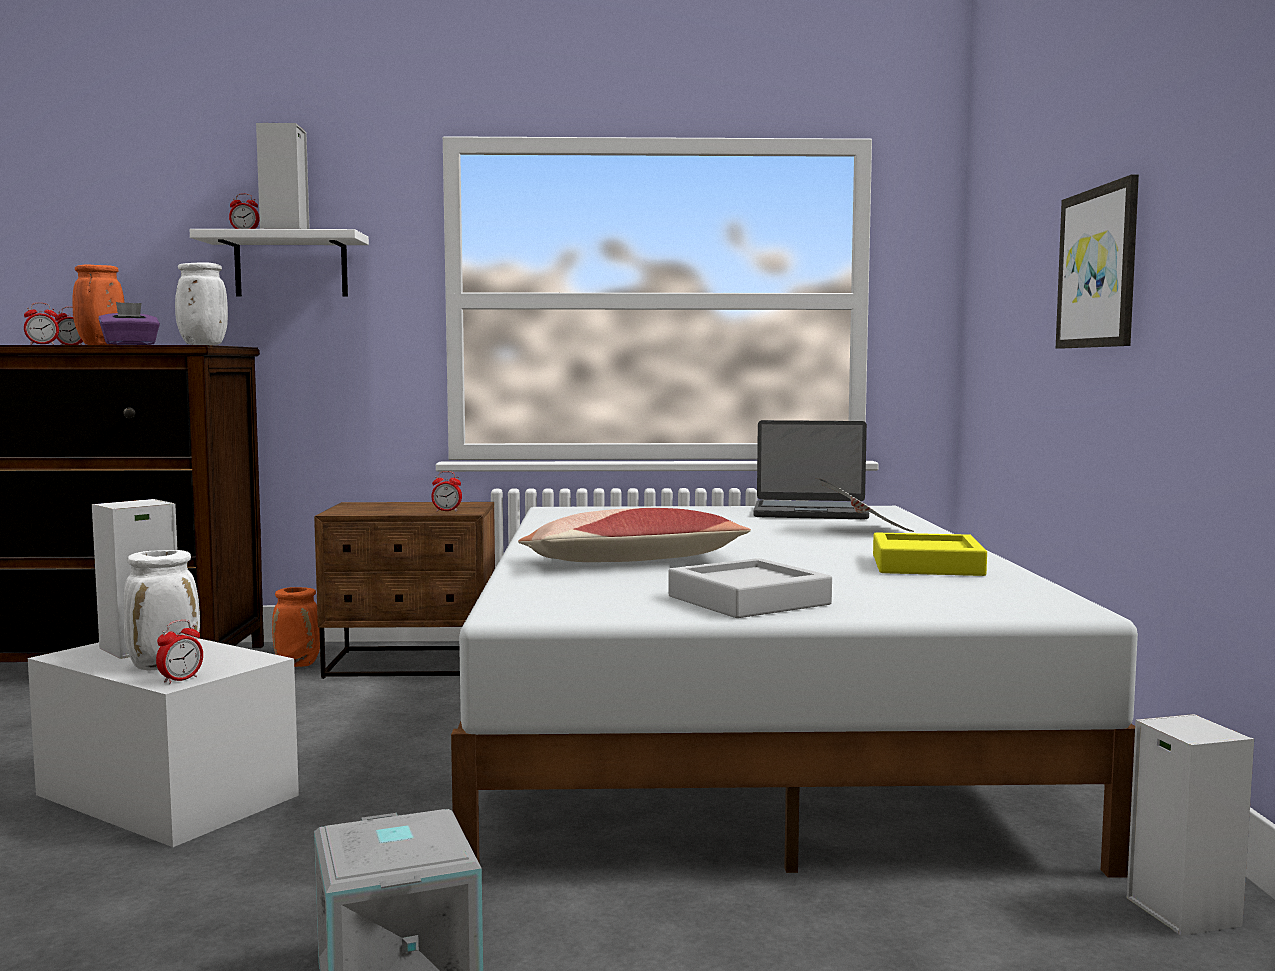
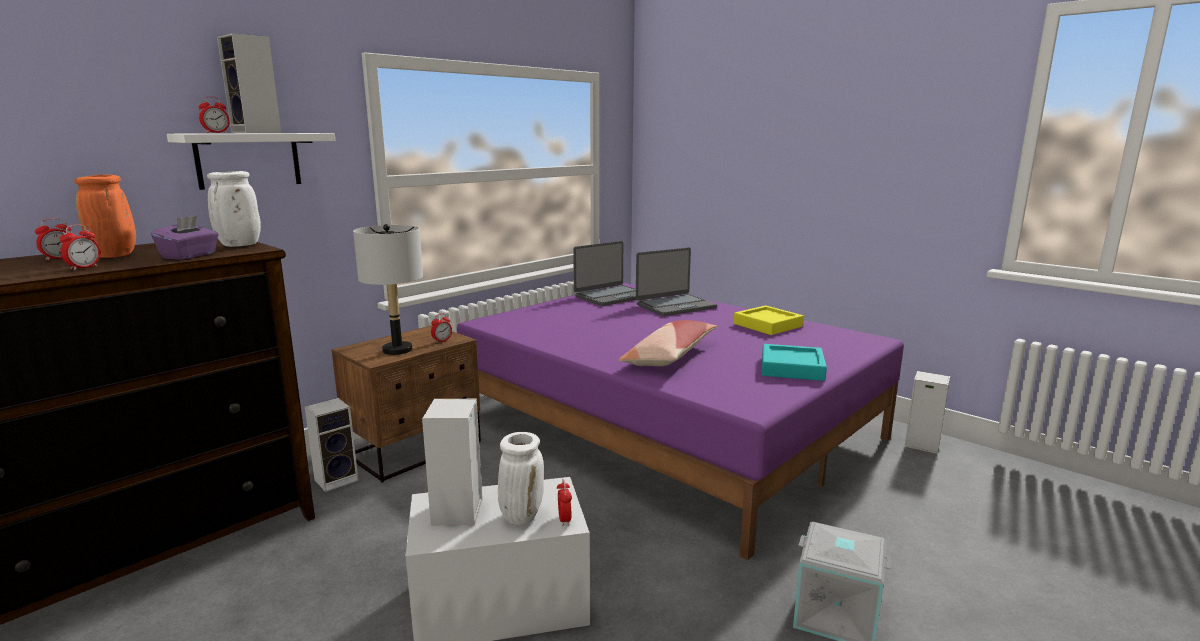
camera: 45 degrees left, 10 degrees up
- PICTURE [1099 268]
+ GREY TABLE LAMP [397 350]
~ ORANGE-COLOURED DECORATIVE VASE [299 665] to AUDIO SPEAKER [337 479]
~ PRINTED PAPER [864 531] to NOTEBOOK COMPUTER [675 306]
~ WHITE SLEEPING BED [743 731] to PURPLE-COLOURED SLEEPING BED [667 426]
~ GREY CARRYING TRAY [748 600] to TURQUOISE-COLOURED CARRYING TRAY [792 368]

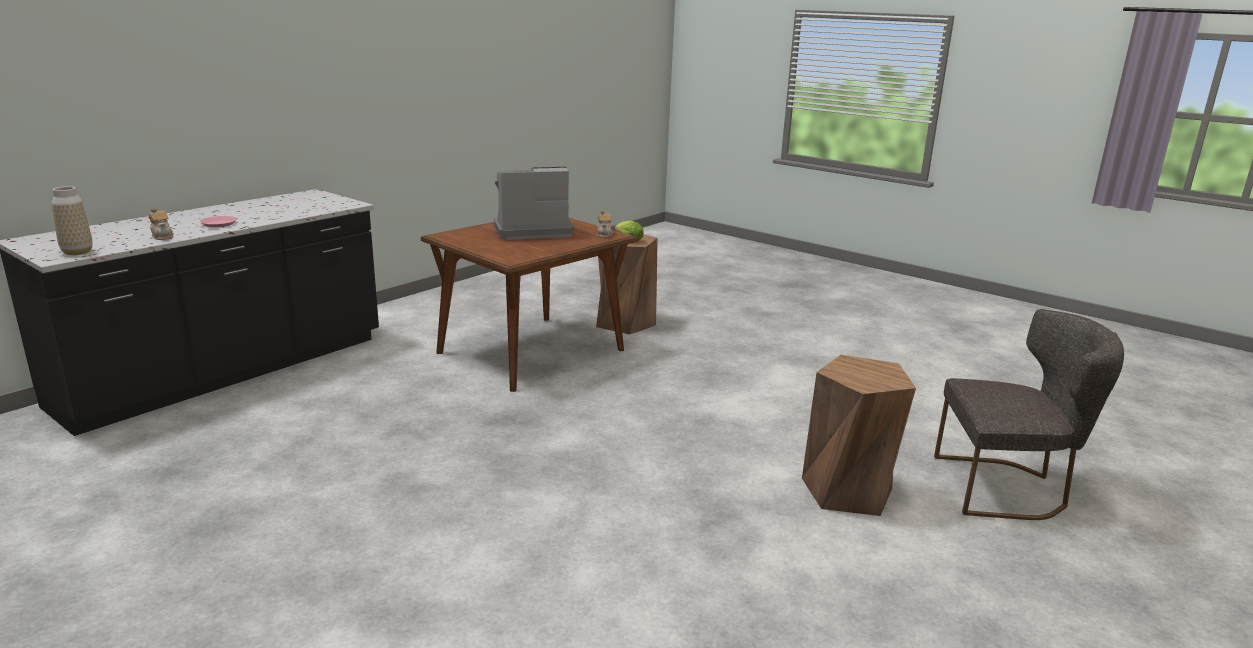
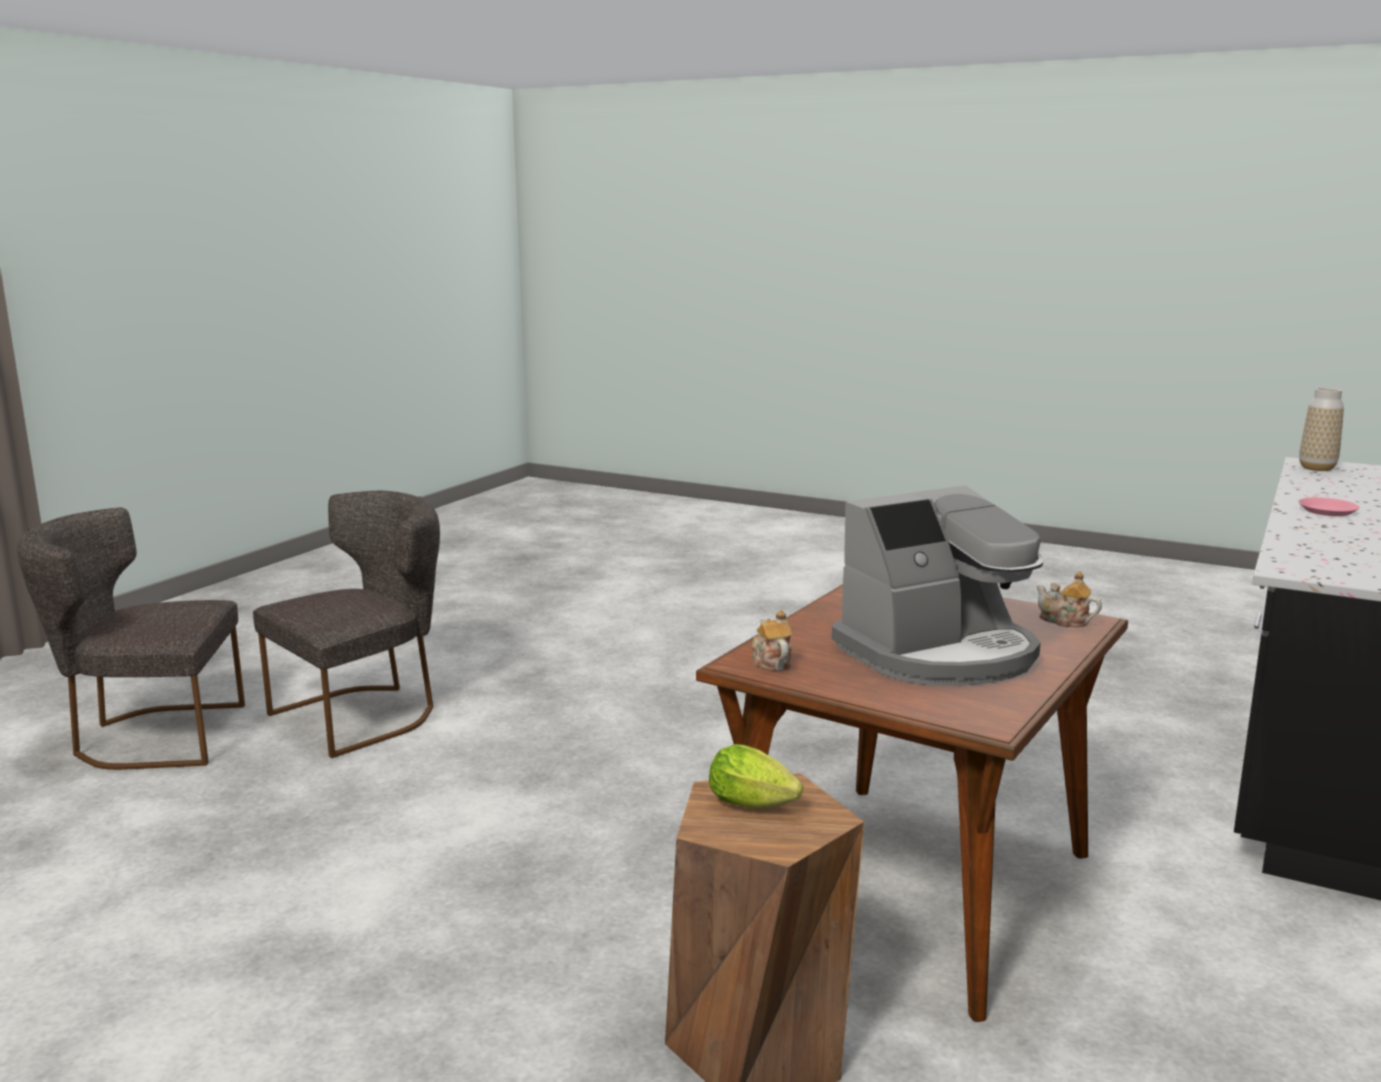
camera: 170 degrees right, 5 degrees down
~ TEAPOT [162 236] to [1064 621]
~ BROWN-COLOURED STOOL [848 491] to GREY PLAIN CHAIR [365 714]

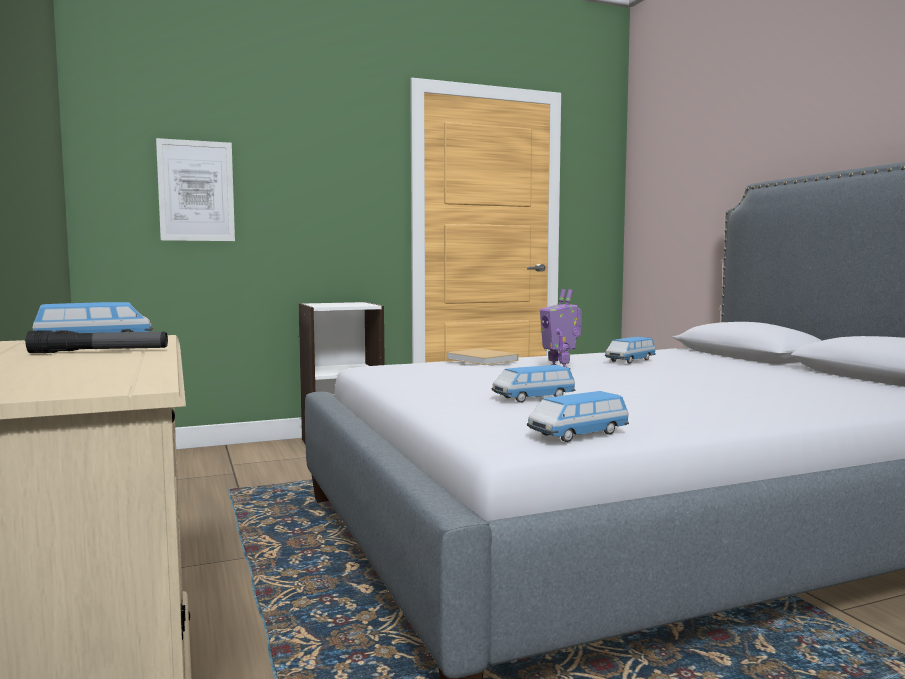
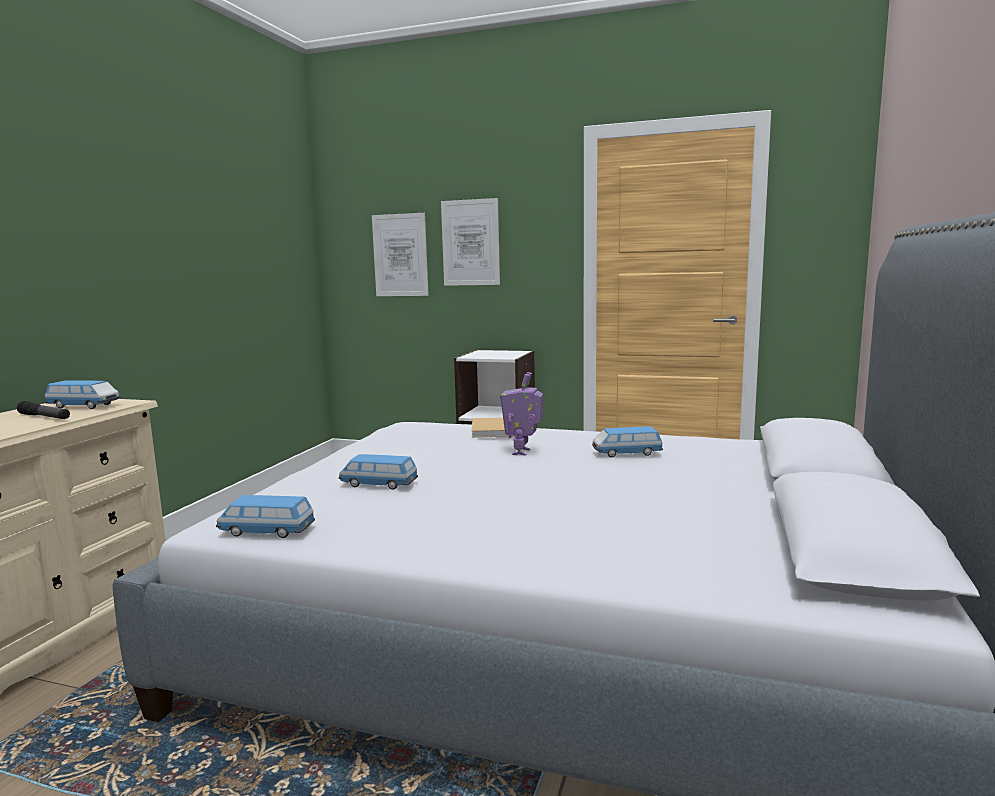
camera: 40 degrees right, 5 degrees up
+ PICTURE [470 242]

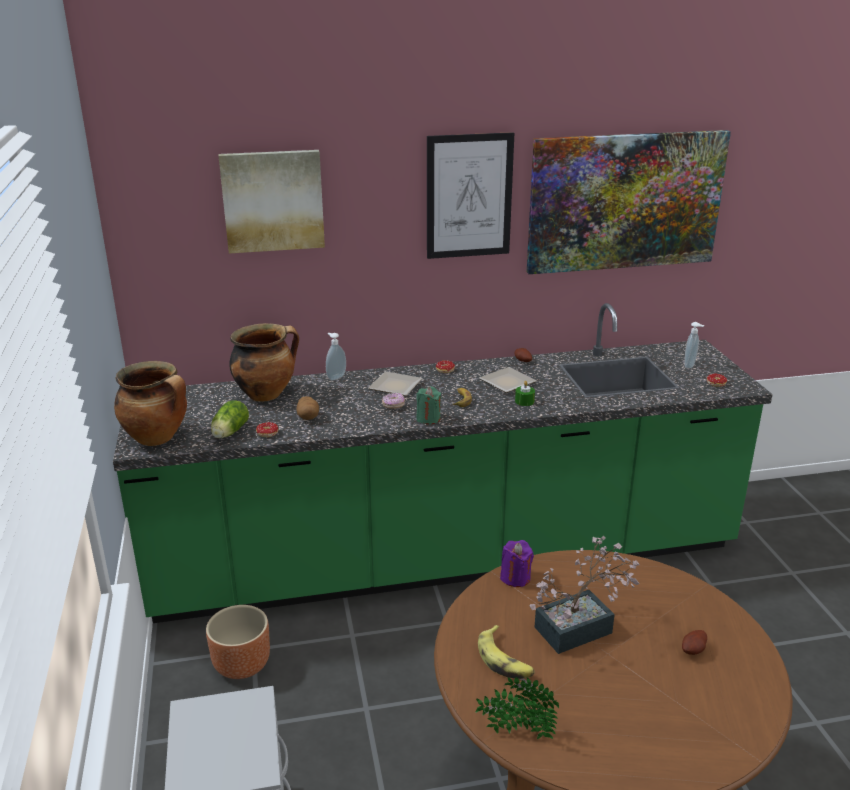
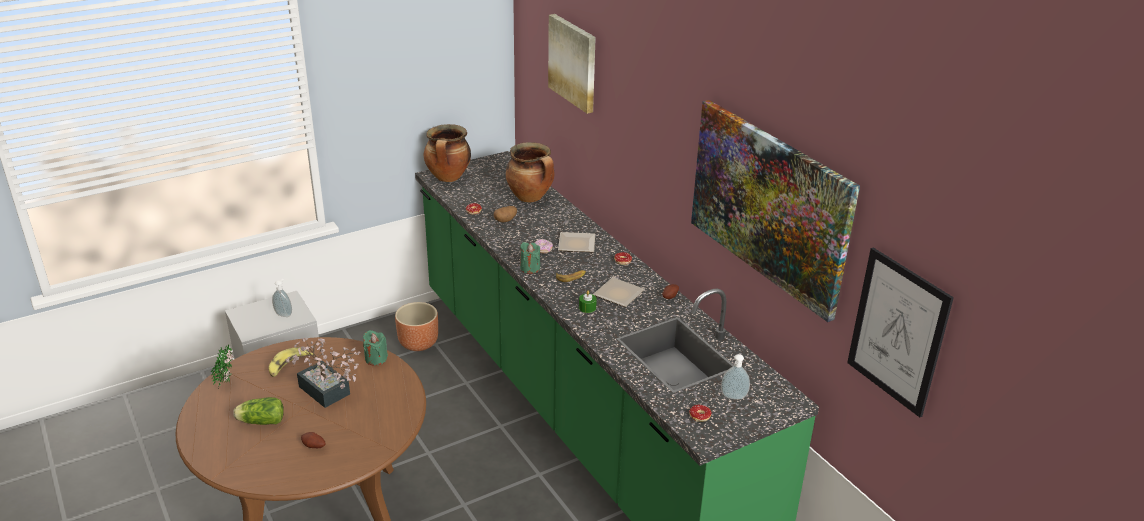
camera: 70 degrees right, 5 degrees up
~ LETTUCE HEAD [229 433] to [260 421]
~ SOAP DISPENSER [335 377] to [284 314]
~ PICTURE [469 196] to [897 332]
~ PURPLE-COLOURED CANDLE [515 578] to GREEN CANDLE [376 359]

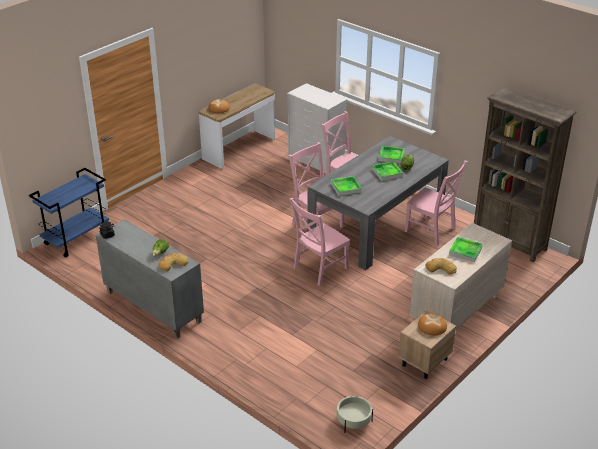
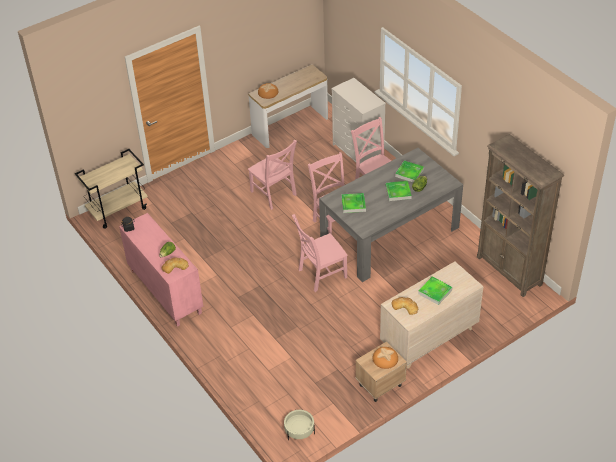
camera: 15 degrees right, 10 degrees up
~ PINKISH PLAIN CHAIR [431 231] to [274 194]
~ BLUISH CART [77 239] to SAND-COLOURED CART [118 210]
~ GREY CUPBOARD [152 307] to PINKISH CUPBOARD [165 291]

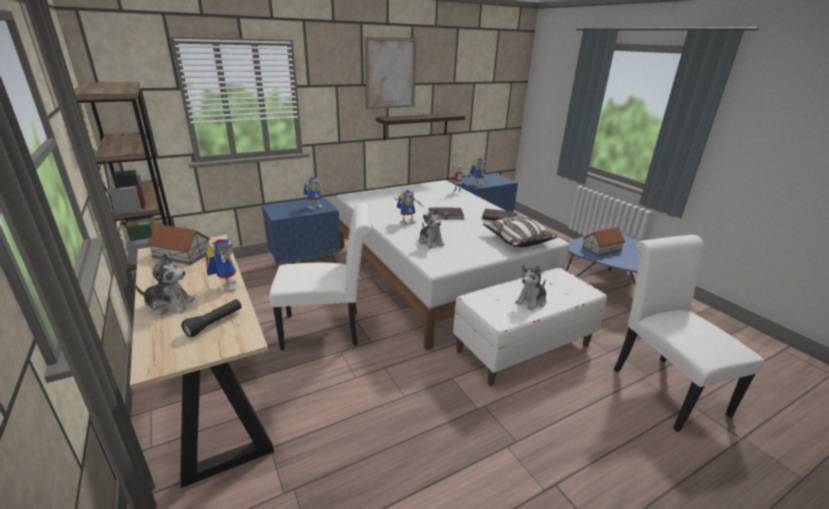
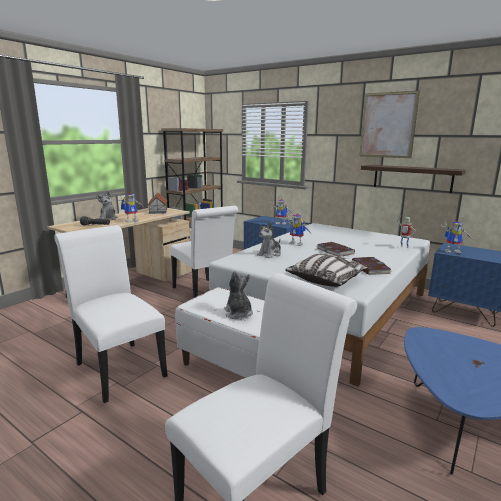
camera: 65 degrees right, 10 degrees down
- MINIATURE HOUSE [602 249]
+ WHITE PLAIN CHAIR [117 367]
~ CUDDLY TOY [531 301] = [238 313] 45 degrees clockwise

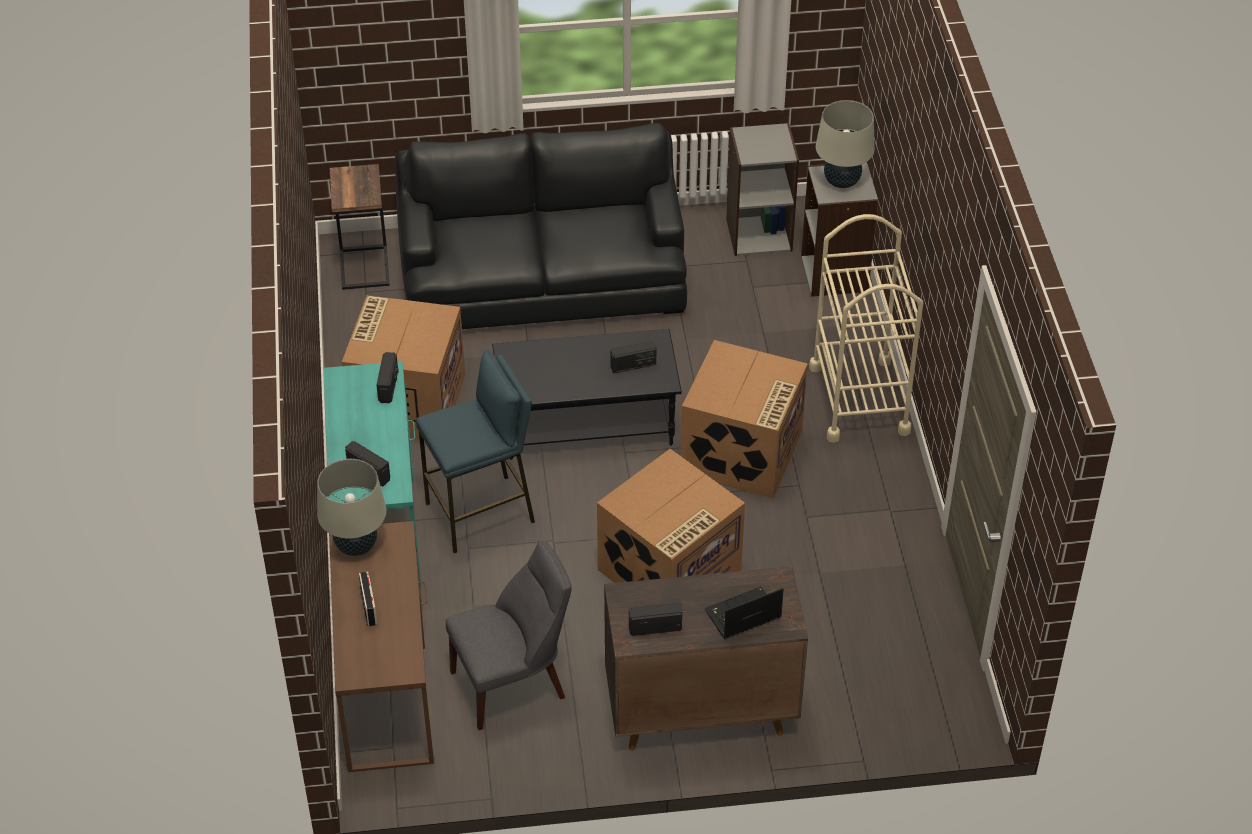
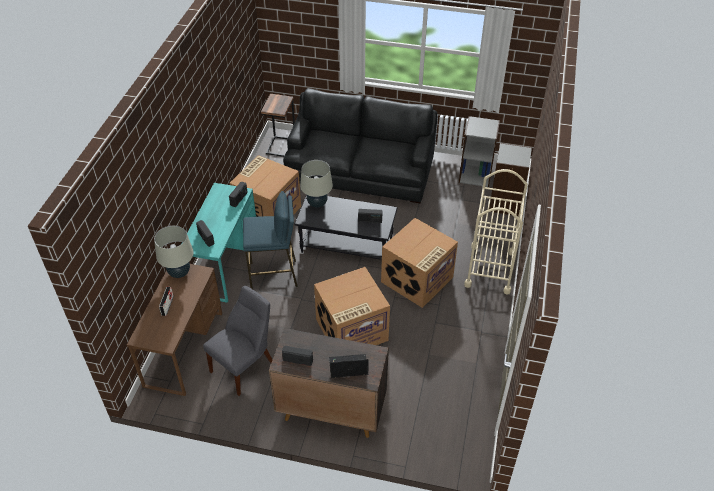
camera: 20 degrees right, 0 degrees up
~ SAND-COLOURED TABLE LAMP [841 182] to [317 203]
~ GREY PLAIN CHAIR [513 683] = [245 366] 45 degrees counterclockwise

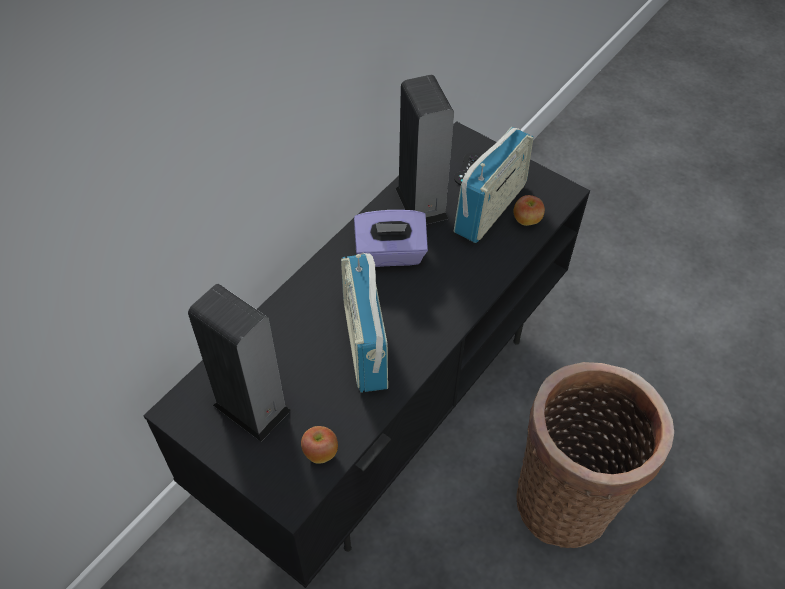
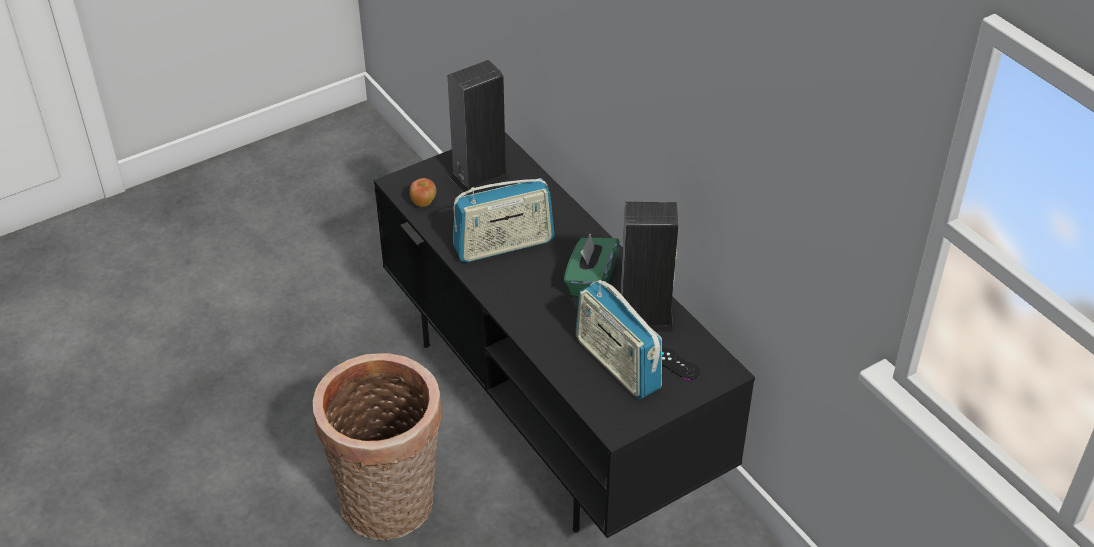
camera: 110 degrees right, 10 degrees down
- WHOLE APPLE [526 221]
~ PURPLE-COLOURED TISSUE BOX [390 254] to GREEN TISSUE BOX [590 281]
~ RADIO RECEIVER [365 344] = [504 245] 150 degrees clockwise

